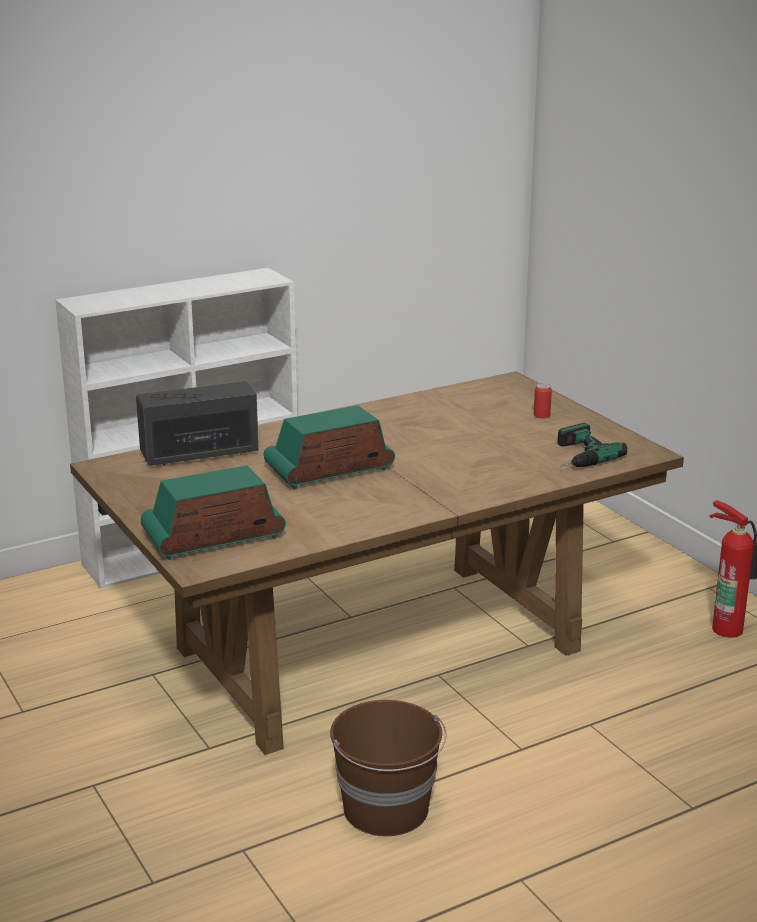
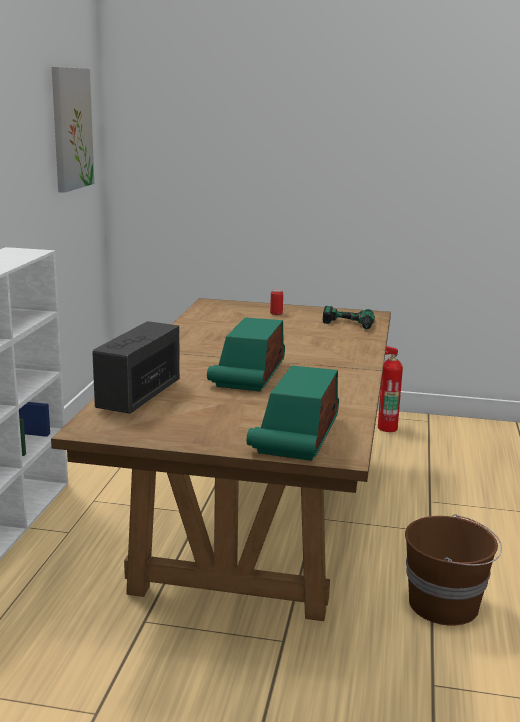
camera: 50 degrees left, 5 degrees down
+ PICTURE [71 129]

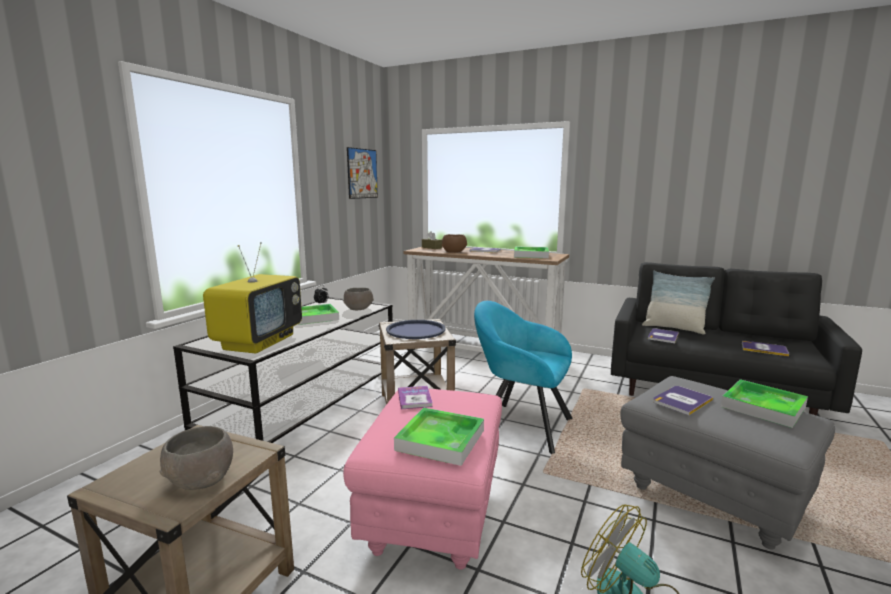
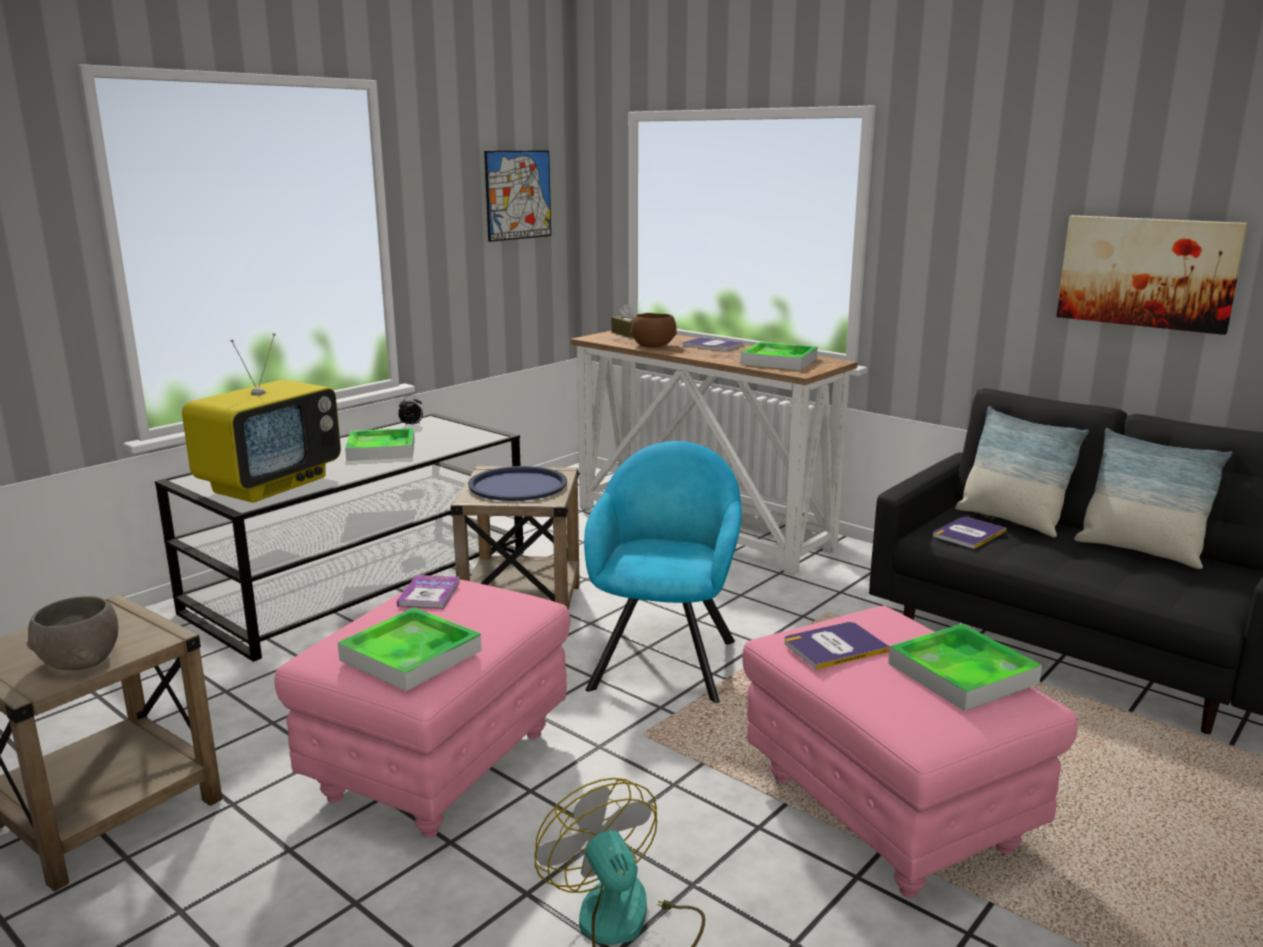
camera: 15 degrees right, 5 degrees up
- GREY DEEP DISH [358 308]
- BOUND BOOK [764 349]
+ PICTURE [1147 272]
+ CUSHION [1139 551]
~ GREY OTTOMAN [713 498] to PINKISH OTTOMAN [889 814]
~ TURQUOISE-COLOURED ARMCHAIR [520 425] = [665 659] 60 degrees clockwise

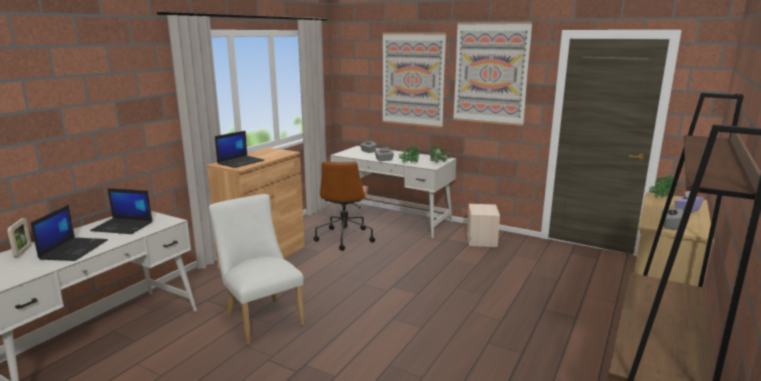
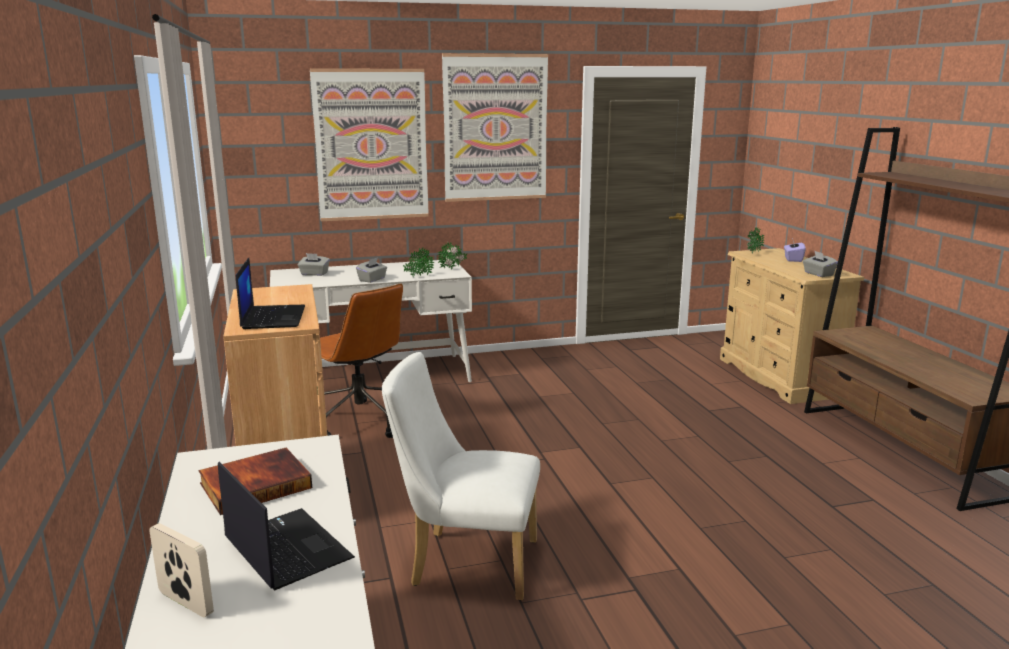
camera: 45 degrees left, 0 degrees up
- SAND-COLOURED STORAGE BIN [482 240]
~ NOTEBOOK COMPUTER [123 226] to BOUND BOOK [256 484]

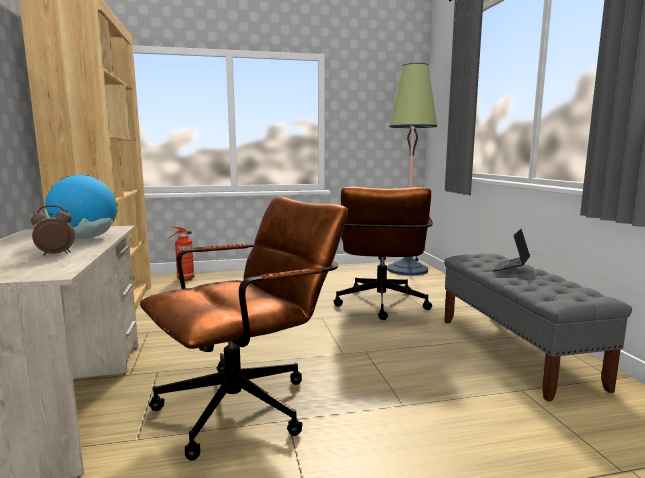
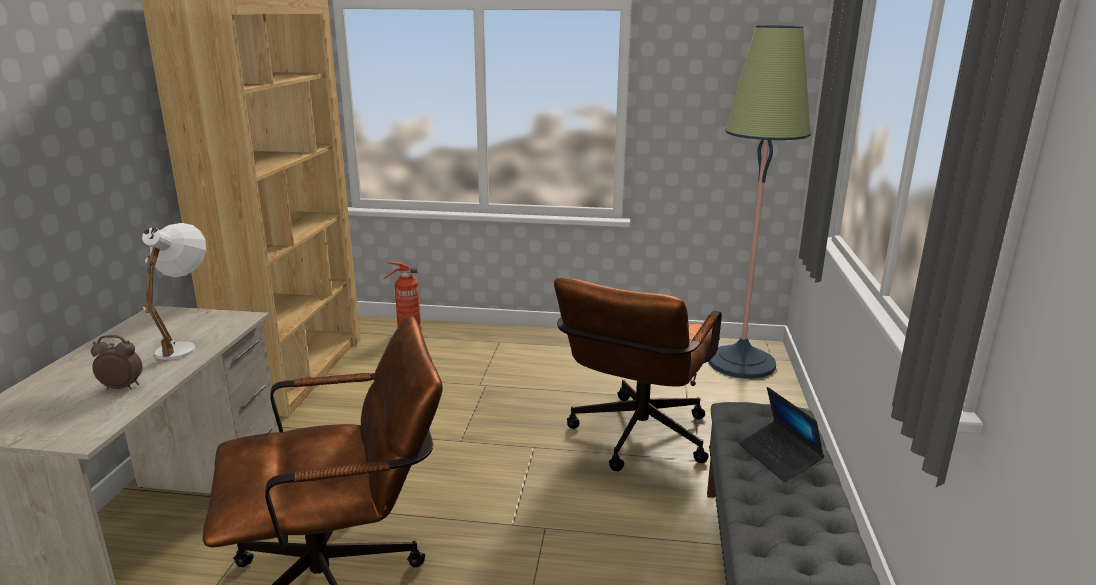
camera: 20 degrees right, 10 degrees up
~ GLOBE [85 238] to WHITE TABLE LAMP [185 345]
~ NOTEBOOK COMPUTER [511 268] = [779 457] 75 degrees counterclockwise

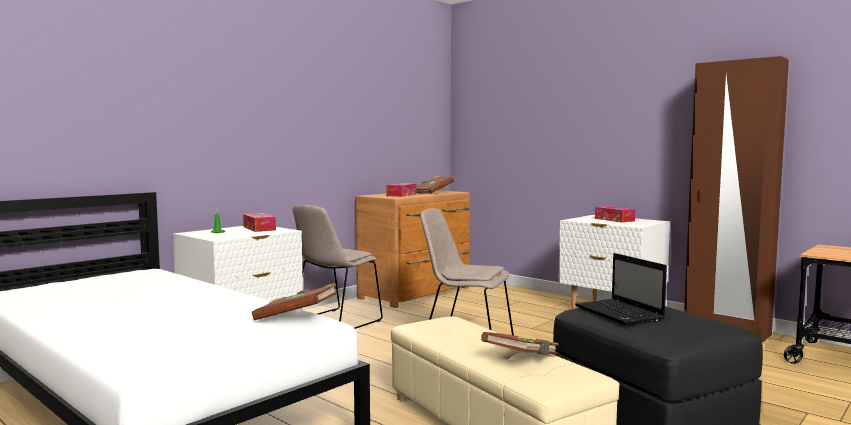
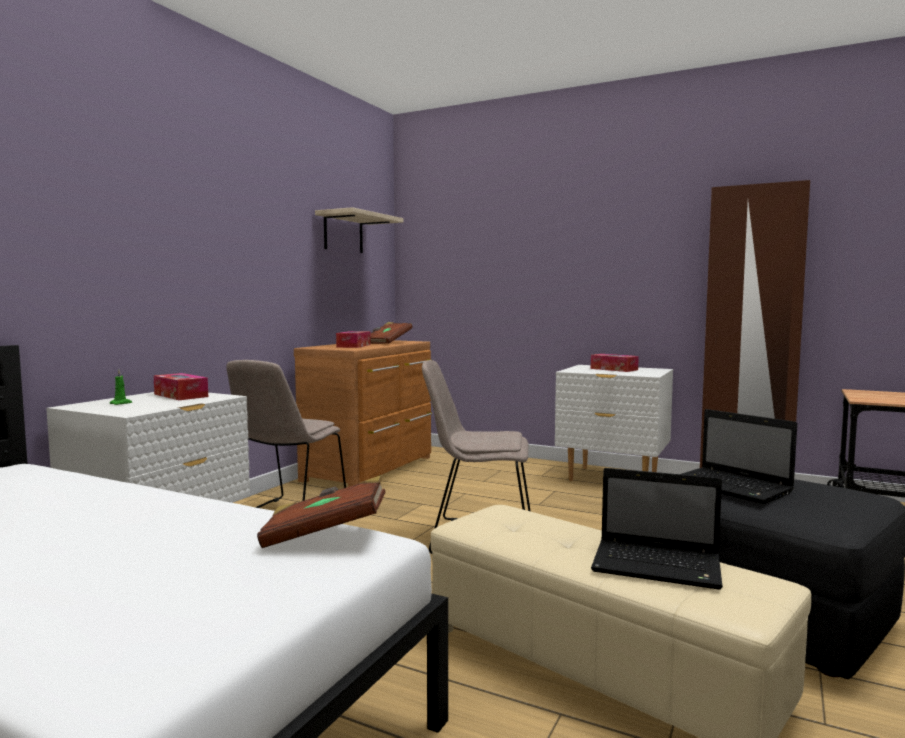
camera: 15 degrees left, 0 degrees up
+ WALL SHELF [343 233]
~ BROWN-COLOURED BOUND BOOK [522 359] to NOTEBOOK COMPUTER [659 566]

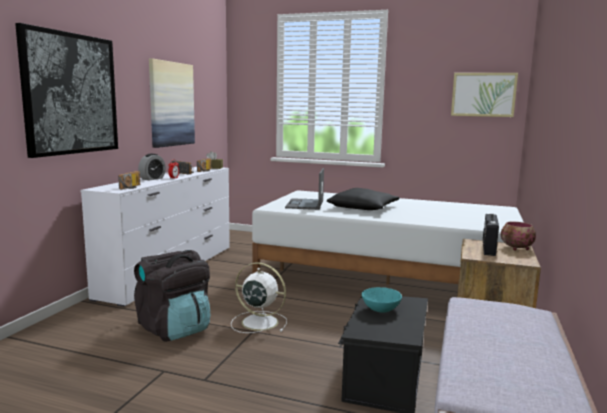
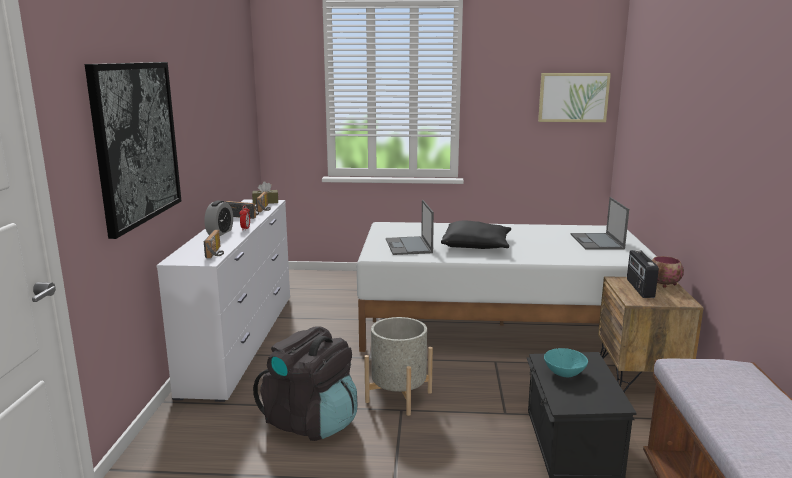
camera: 15 degrees left, 5 degrees up
- PICTURE [171 104]
+ NOTEBOOK COMPUTER [597 242]
~ WHITE FAN [258 322] to GREY PLANT POT [398 397]

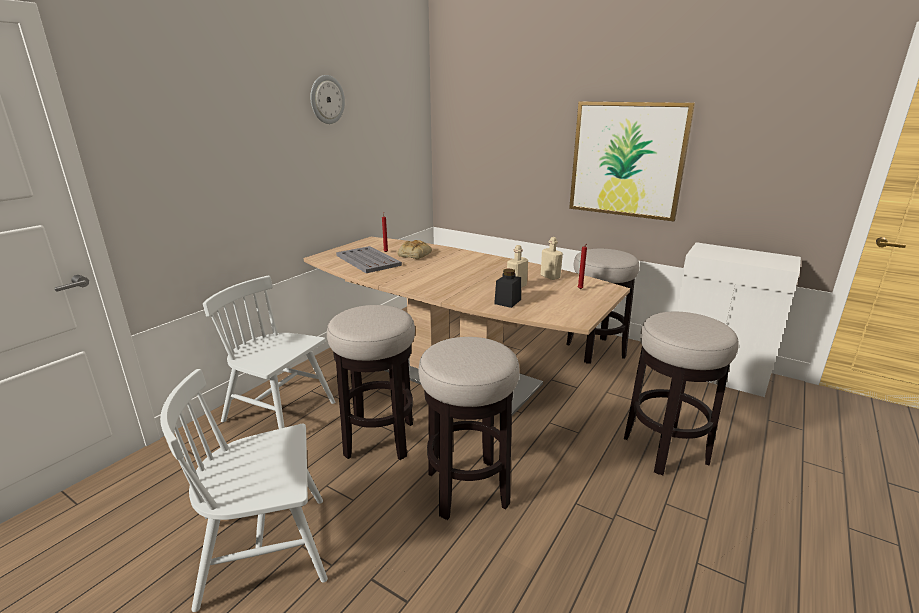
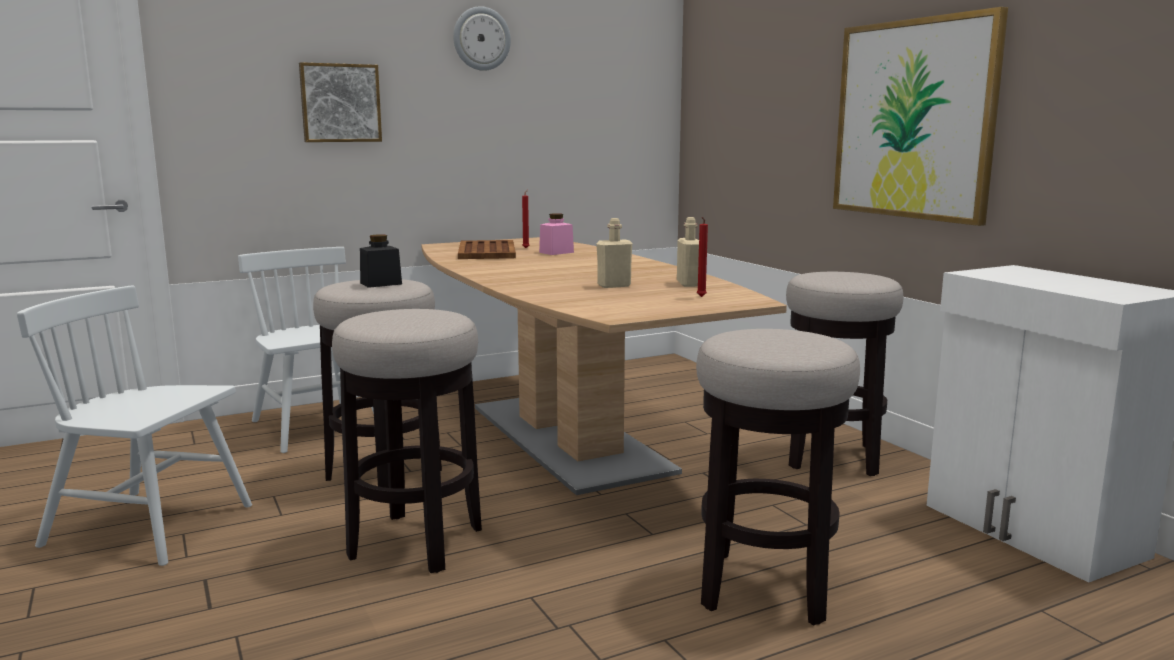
camera: 30 degrees right, 10 degrees down
+ PICTURE [340 103]
~ BLACK-COLOURED PRESERVE JAR [507 301] to [381 283]
~ BAKERY BREAD [414 254] to PINKISH PRESERVE JAR [556 252]
~ GREY CARRYING TRAY [368 260] to BROWN-COLOURED CARRYING TRAY [487 251]

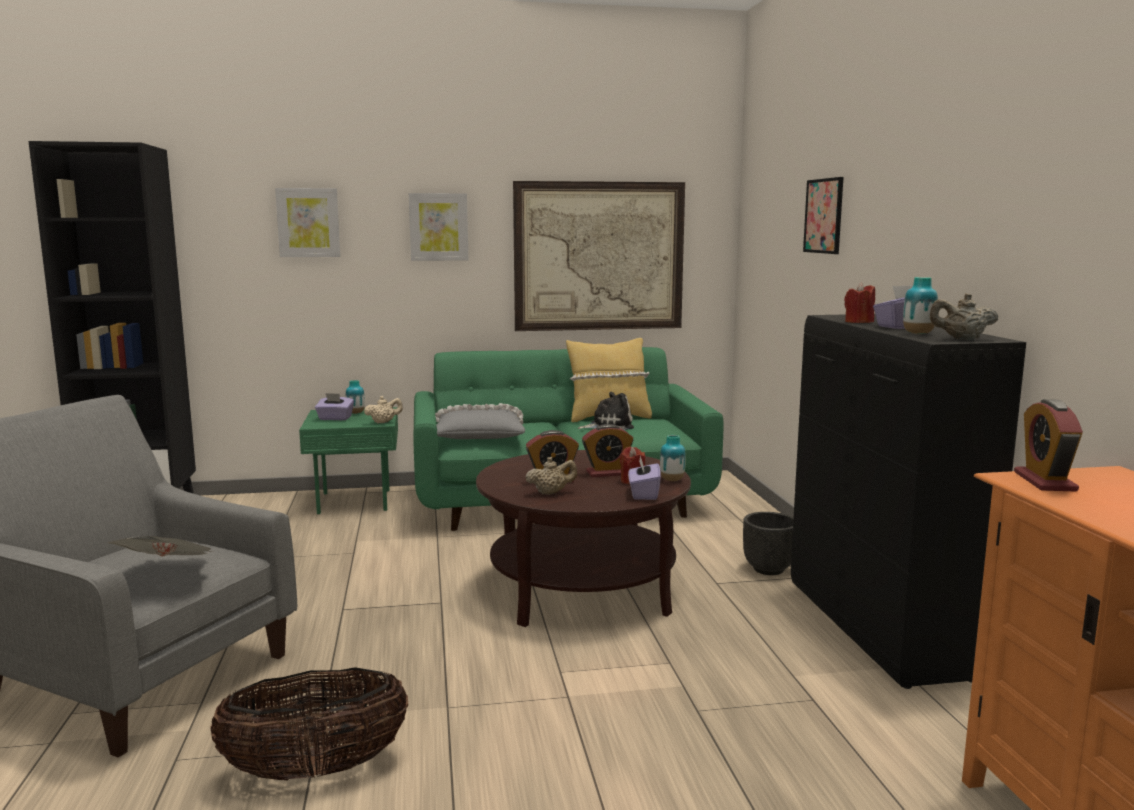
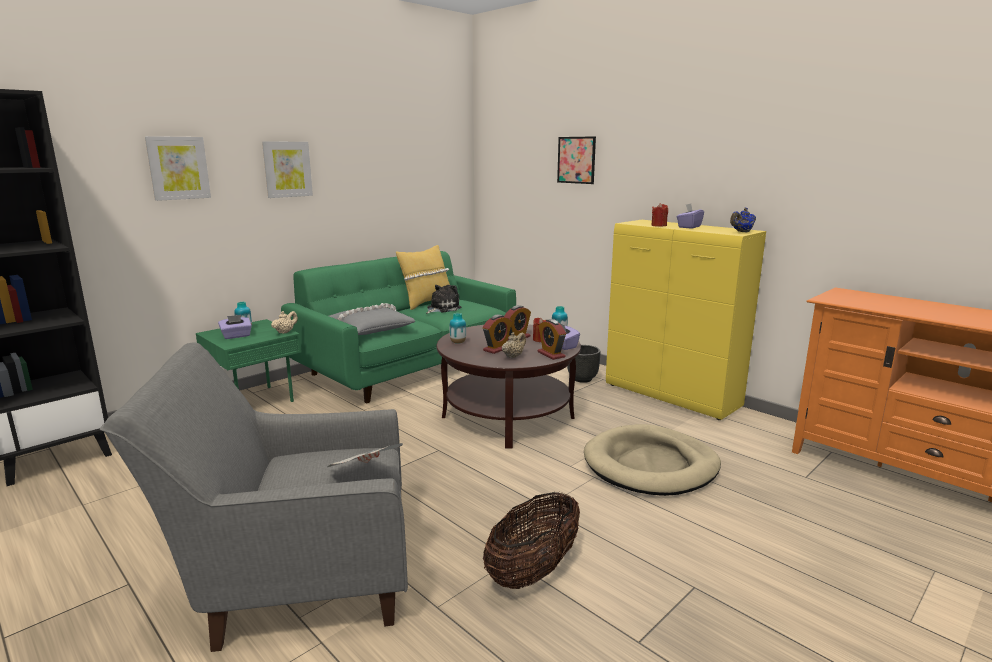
camera: 35 degrees left, 5 degrees up
- PICTURE [599 256]
+ SAND-COLOURED DOG CUSHION [651 465]
~ DECORATIVE VASE [918 334] to [458 342]
~ TABLE CLOCK [1044 481] to [551 354]
~ BLACK-COLOURED CUPBOARD [879 630] to YELLOW CUPBOARD [672 396]
~ SAND-COLOURED TEAPOT [961 339] to BLUISH TEAPOT [742 232]

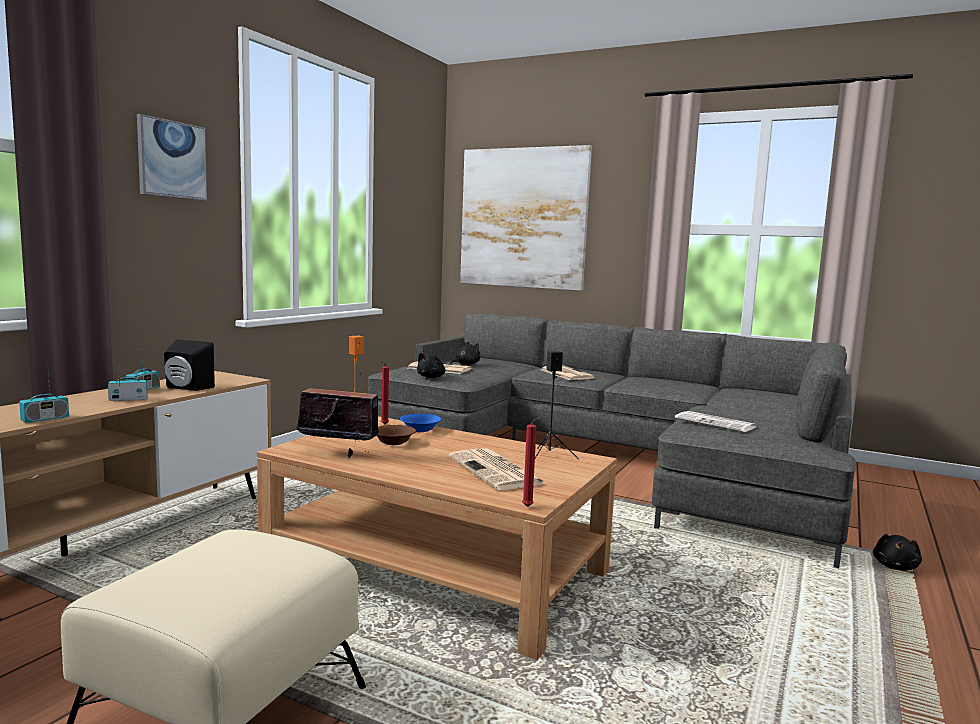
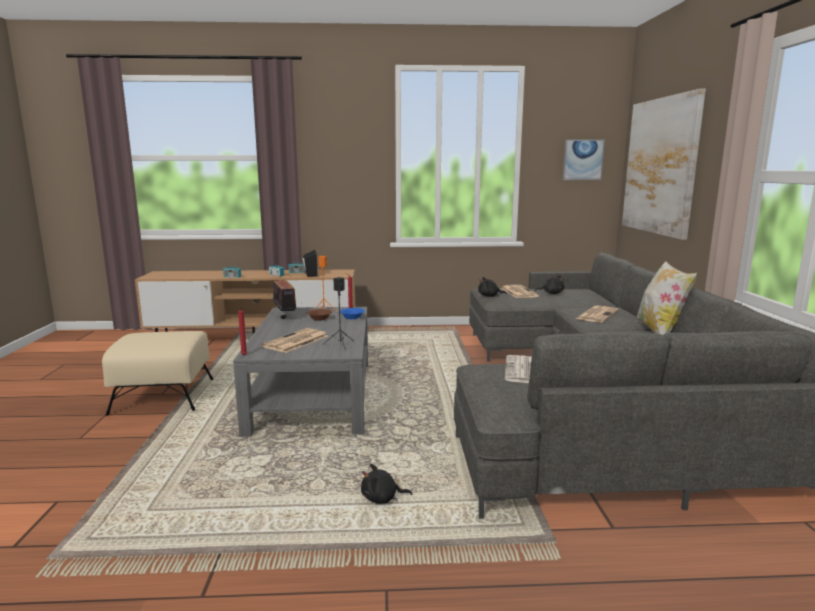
camera: 60 degrees right, 5 degrees up
+ CUSHION [660 331]
~ PICTURE [172 159] to [582 159]
~ BLACK-COLOURED CUDDLY TOY [895 567] to [382 498]
~ BROWN-COLOURED COFFEE TABLE [438 570] to GREY COFFEE TABLE [314 395]

